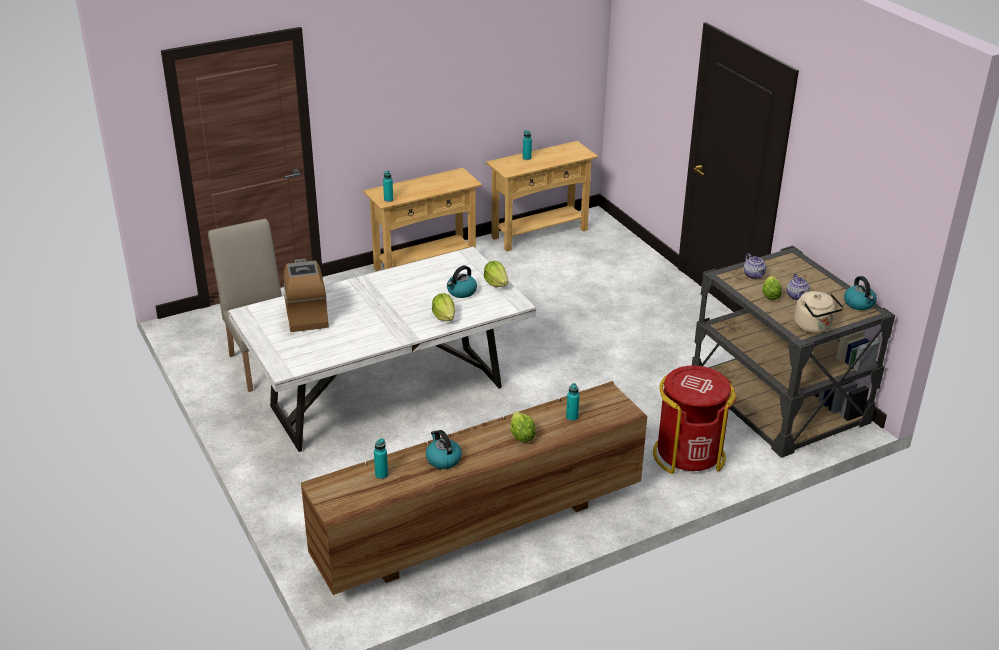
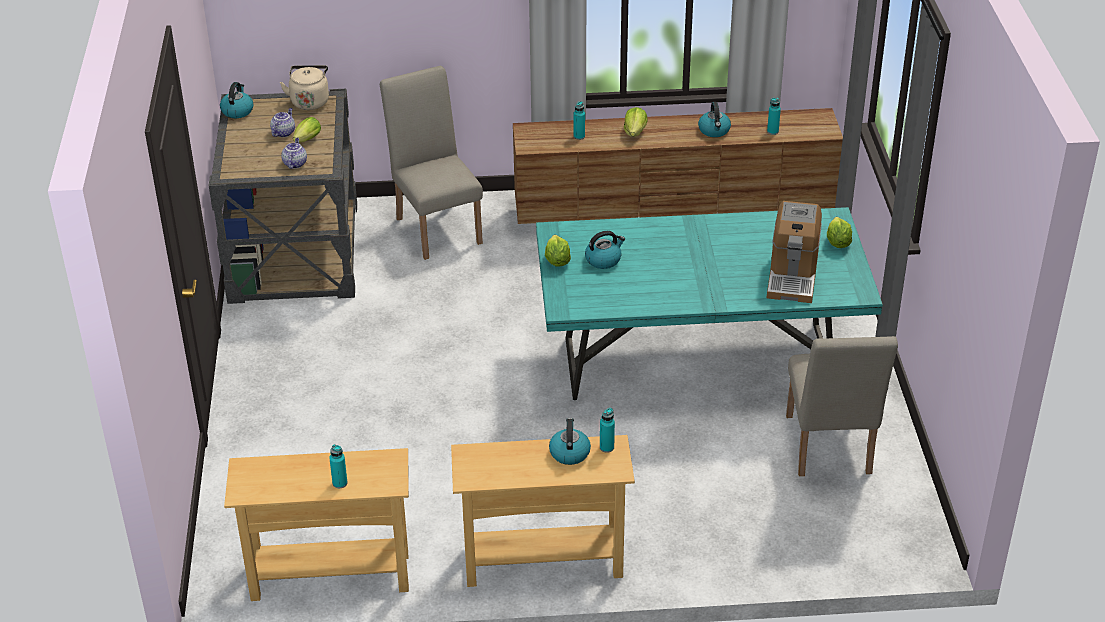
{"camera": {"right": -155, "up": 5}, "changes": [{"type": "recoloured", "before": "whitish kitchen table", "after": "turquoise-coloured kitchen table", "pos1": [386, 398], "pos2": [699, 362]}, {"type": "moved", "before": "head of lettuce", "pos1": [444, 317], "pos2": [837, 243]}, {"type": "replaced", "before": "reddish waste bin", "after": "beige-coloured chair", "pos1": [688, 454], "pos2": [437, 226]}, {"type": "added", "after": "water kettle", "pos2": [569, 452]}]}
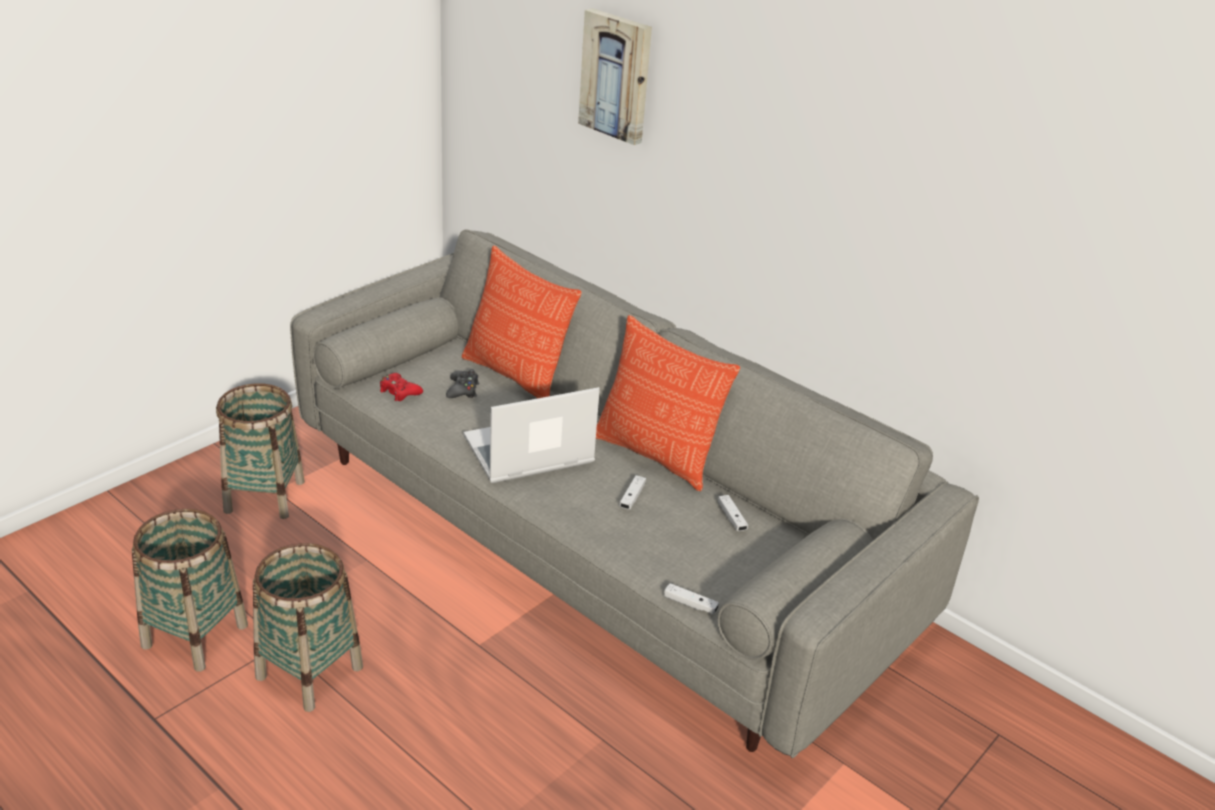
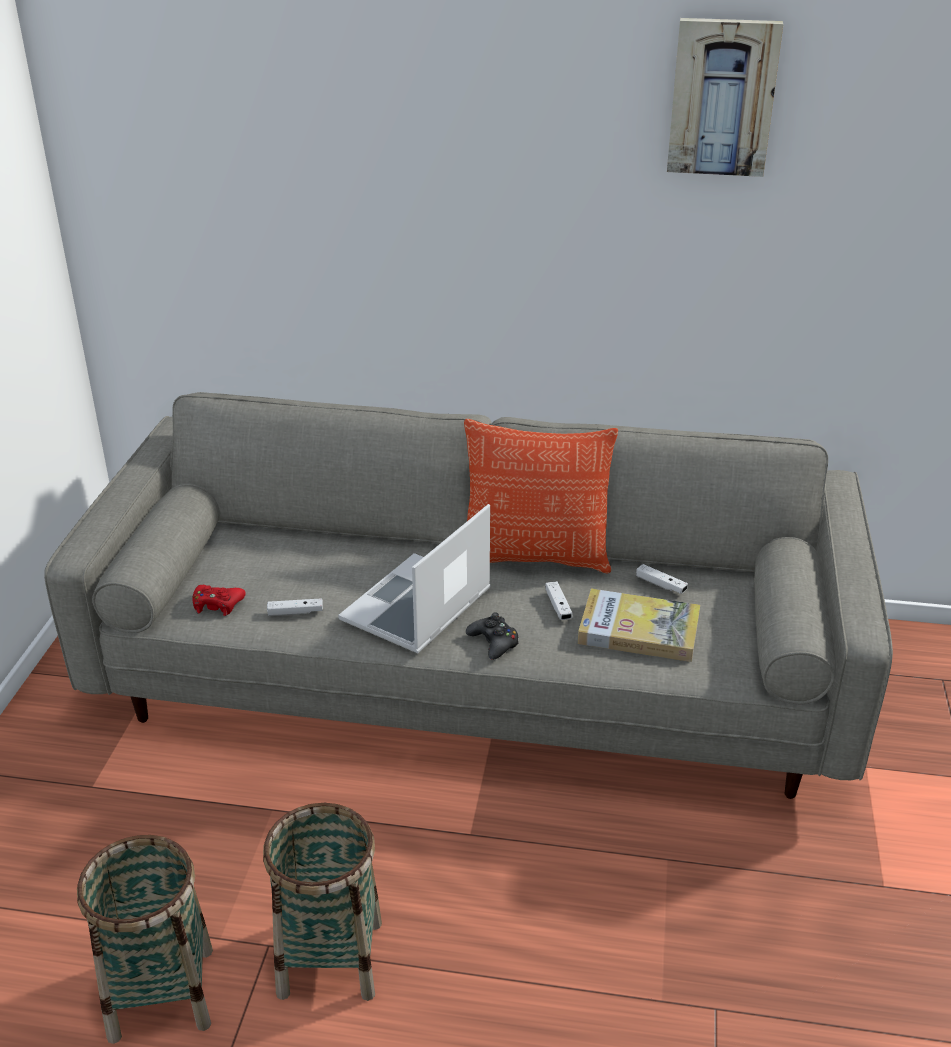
{"camera": {"right": -30, "up": 0}, "changes": [{"type": "removed", "before": "household basket", "pos1": [265, 496]}, {"type": "moved", "before": "black-coloured game controller", "pos1": [463, 390], "pos2": [494, 642]}, {"type": "removed", "before": "orangey pillow", "pos1": [516, 376]}, {"type": "moved", "before": "picture", "pos1": [617, 76], "pos2": [722, 97]}, {"type": "moved", "before": "whitish game controller", "pos1": [690, 604], "pos2": [295, 612]}, {"type": "added", "after": "bound book", "pos2": [639, 630]}]}
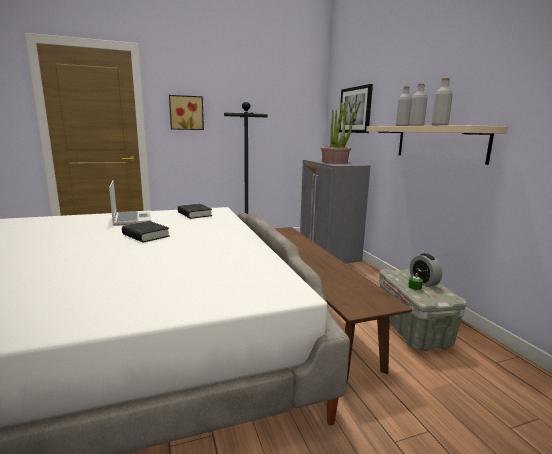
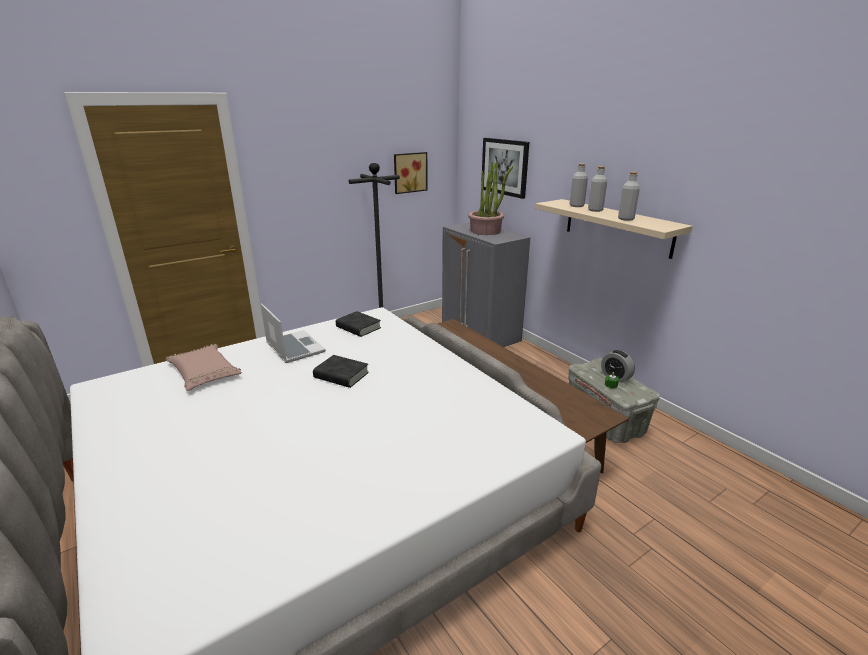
{"camera": {"right": -15, "up": 10}, "changes": [{"type": "moved", "before": "picture", "pos1": [186, 113], "pos2": [409, 172]}, {"type": "added", "after": "beige-coloured pillow", "pos2": [204, 371]}]}
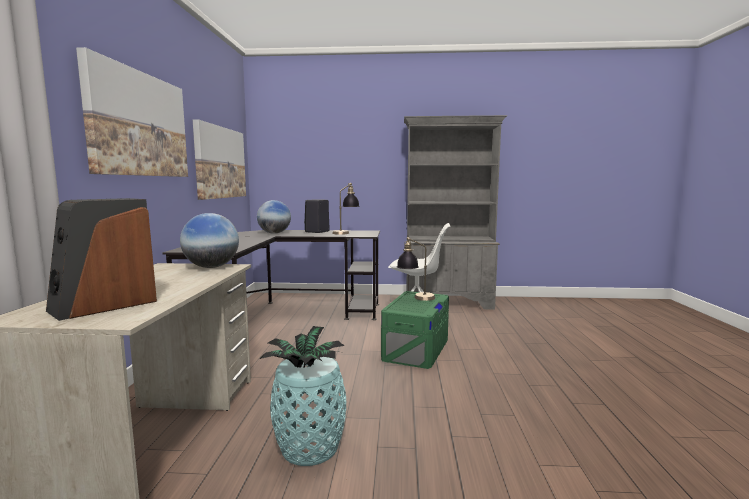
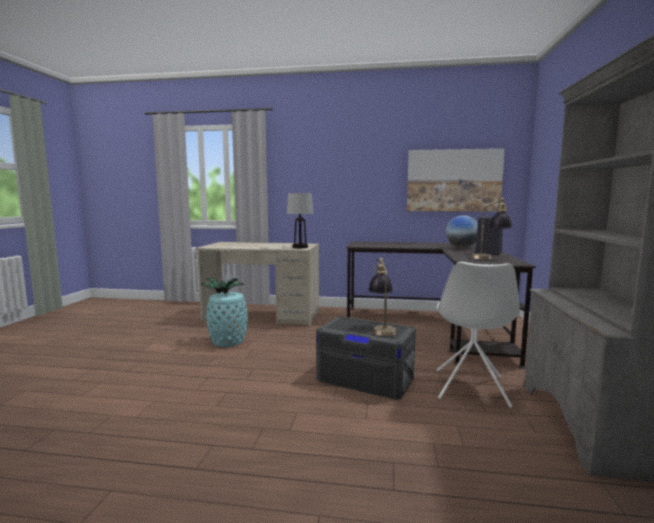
{"camera": {"right": 95, "up": 0}, "changes": [{"type": "removed", "before": "loudspeaker", "pos1": [104, 305]}, {"type": "removed", "before": "picture", "pos1": [139, 124]}, {"type": "replaced", "before": "globe", "after": "lamp for a table", "pos1": [211, 267], "pos2": [300, 247]}, {"type": "recoloured", "before": "green-coloured storage container", "after": "grey storage container", "pos1": [416, 349], "pos2": [365, 378]}]}
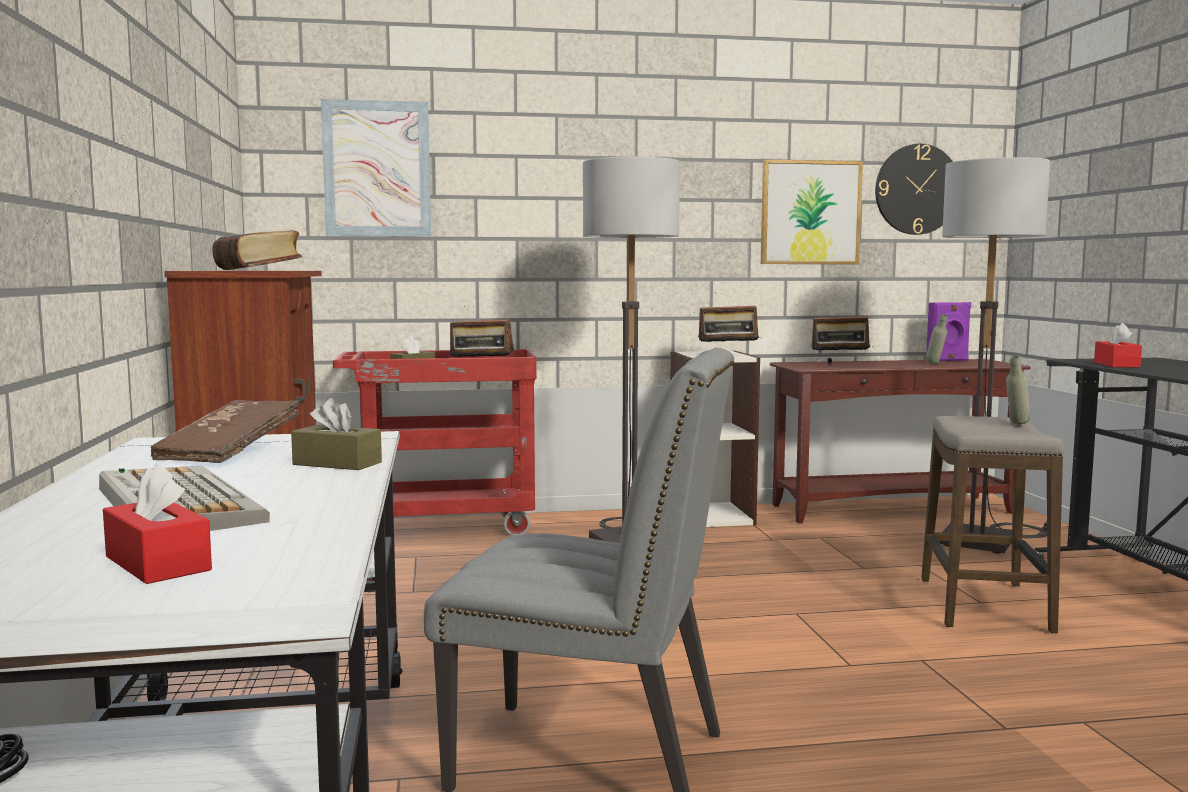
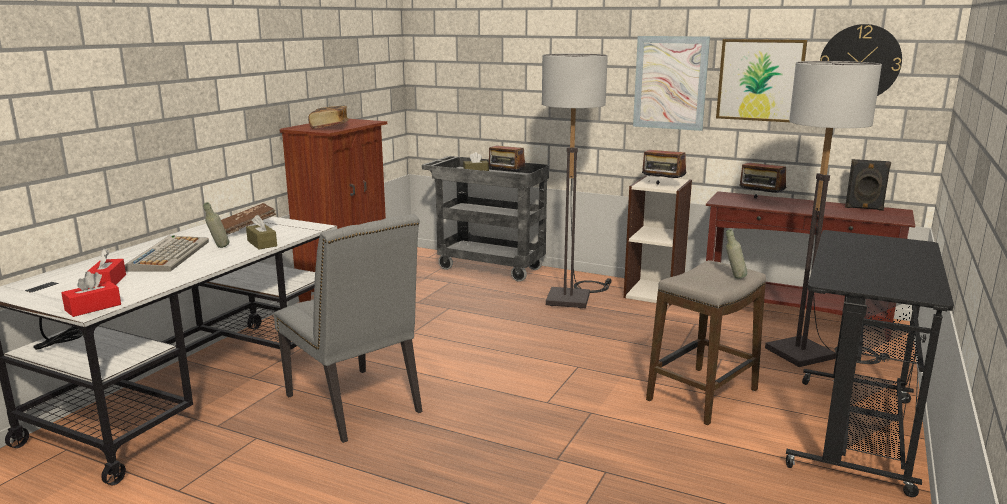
{"camera": {"right": 35, "up": 10}, "changes": [{"type": "moved", "before": "picture", "pos1": [377, 169], "pos2": [670, 83]}, {"type": "recoloured", "before": "reddish wheeled cart", "after": "black-coloured wheeled cart", "pos1": [440, 530], "pos2": [486, 269]}, {"type": "moved", "before": "grey bottle", "pos1": [935, 364], "pos2": [218, 248]}, {"type": "recoloured", "before": "purplish loudspeaker", "after": "black-coloured loudspeaker", "pos1": [948, 361], "pos2": [864, 208]}, {"type": "moved", "before": "reddish tissue box", "pos1": [1116, 364], "pos2": [93, 307]}]}
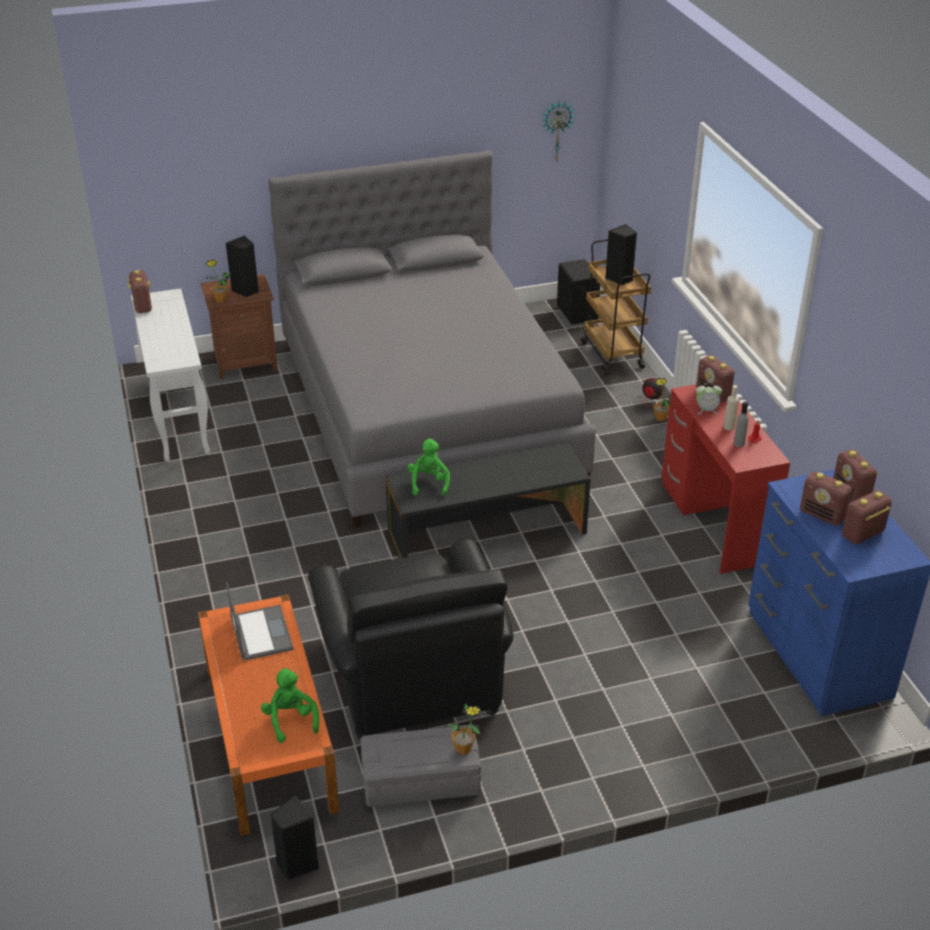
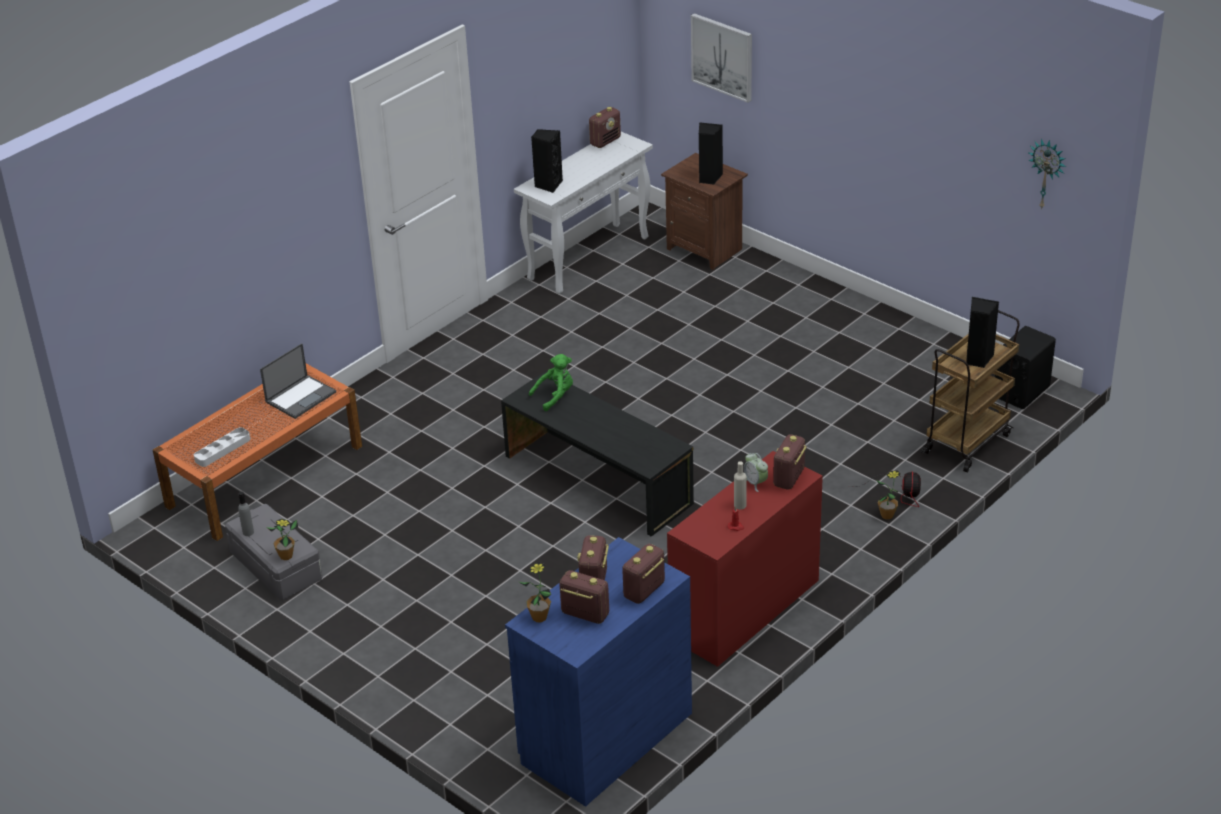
{"camera": {"right": 60, "up": 0}, "changes": [{"type": "moved", "before": "houseplant", "pos1": [220, 300], "pos2": [539, 617]}, {"type": "replaced", "before": "green-coloured soft toy", "after": "whitish tray", "pos1": [290, 720], "pos2": [222, 450]}, {"type": "removed", "before": "grey bed", "pos1": [427, 408]}, {"type": "moved", "before": "black-coloured loudspeaker", "pos1": [296, 864], "pos2": [548, 185]}, {"type": "removed", "before": "black-coloured armchair", "pos1": [410, 674]}, {"type": "moved", "before": "grey bottle", "pos1": [739, 443], "pos2": [248, 532]}, {"type": "added", "after": "picture", "pos2": [722, 57]}]}
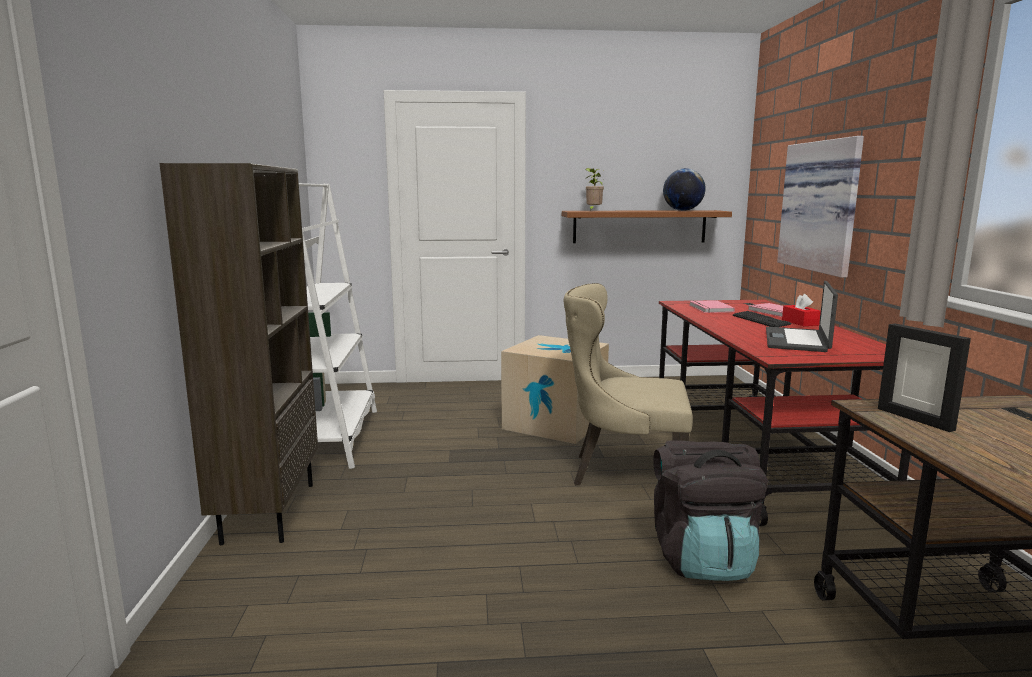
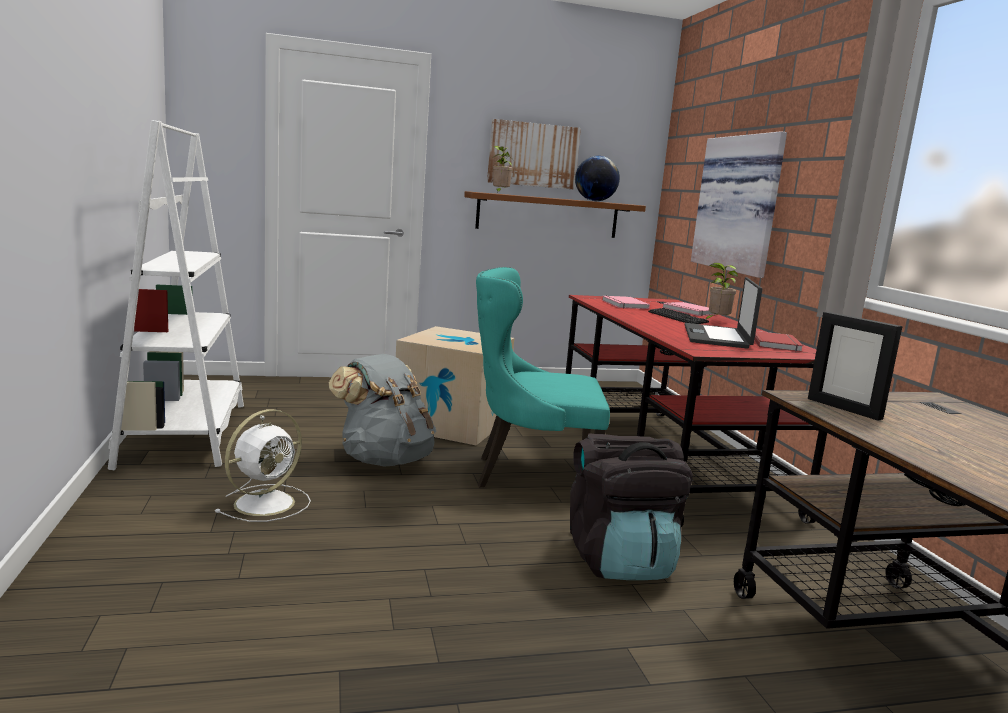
{"camera": {"right": -10, "up": 0}, "changes": [{"type": "removed", "before": "brown shelving unit", "pos1": [268, 512]}, {"type": "recoloured", "before": "beige-coloured chair", "after": "turquoise-coloured chair", "pos1": [623, 473], "pos2": [530, 475]}, {"type": "replaced", "before": "reddish tissue box", "after": "houseplant", "pos1": [800, 322], "pos2": [716, 321]}, {"type": "added", "after": "whitish electric fan", "pos2": [267, 502]}, {"type": "added", "after": "grey backpack", "pos2": [384, 459]}, {"type": "added", "after": "picture", "pos2": [533, 155]}, {"type": "added", "after": "reddish bound book", "pos2": [777, 344]}]}
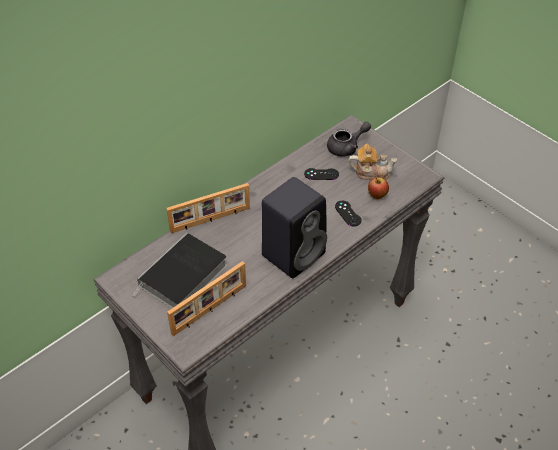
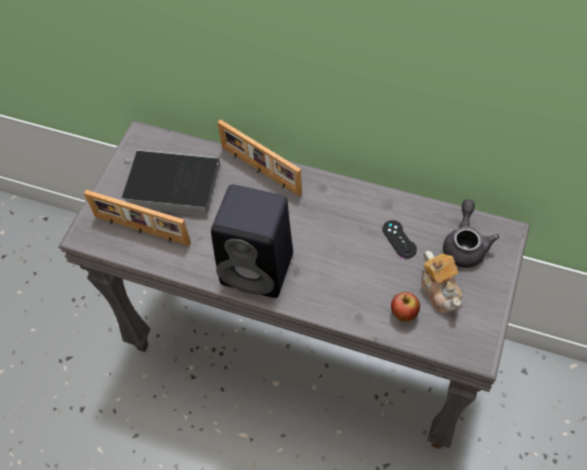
{"camera": {"right": 65, "up": 10}, "changes": [{"type": "turned", "before": "grey pot for tea", "pos1": [347, 147], "pos2": [465, 245], "turn": -120}, {"type": "removed", "before": "black-coloured game controller", "pos1": [348, 213]}]}
